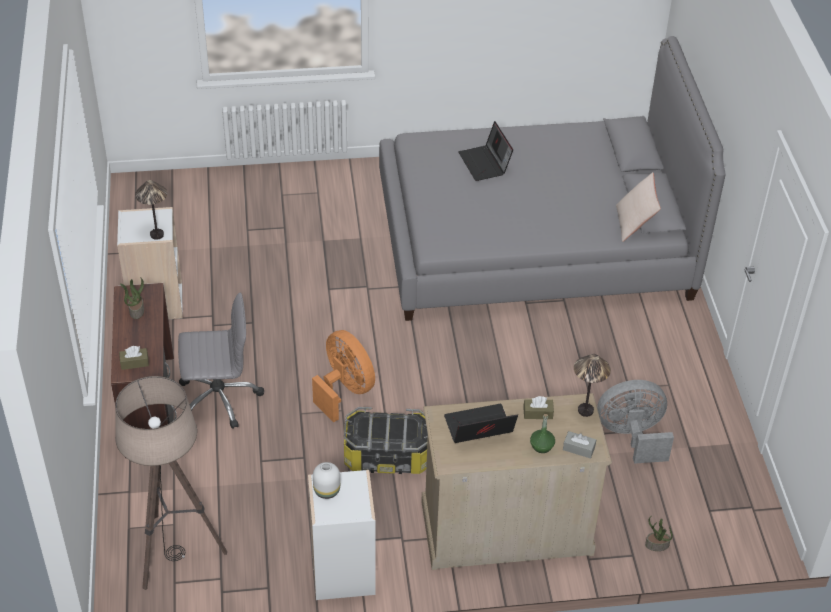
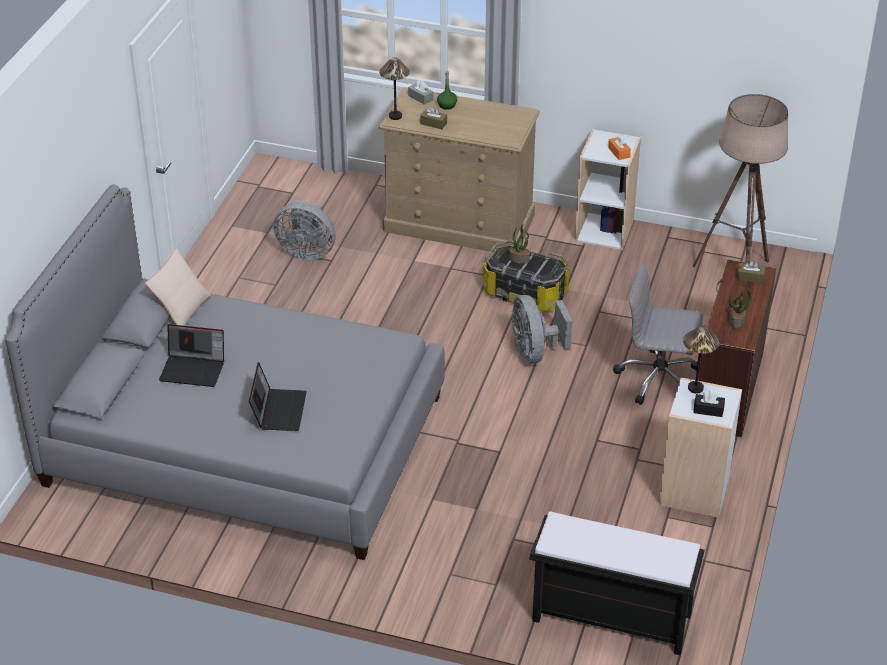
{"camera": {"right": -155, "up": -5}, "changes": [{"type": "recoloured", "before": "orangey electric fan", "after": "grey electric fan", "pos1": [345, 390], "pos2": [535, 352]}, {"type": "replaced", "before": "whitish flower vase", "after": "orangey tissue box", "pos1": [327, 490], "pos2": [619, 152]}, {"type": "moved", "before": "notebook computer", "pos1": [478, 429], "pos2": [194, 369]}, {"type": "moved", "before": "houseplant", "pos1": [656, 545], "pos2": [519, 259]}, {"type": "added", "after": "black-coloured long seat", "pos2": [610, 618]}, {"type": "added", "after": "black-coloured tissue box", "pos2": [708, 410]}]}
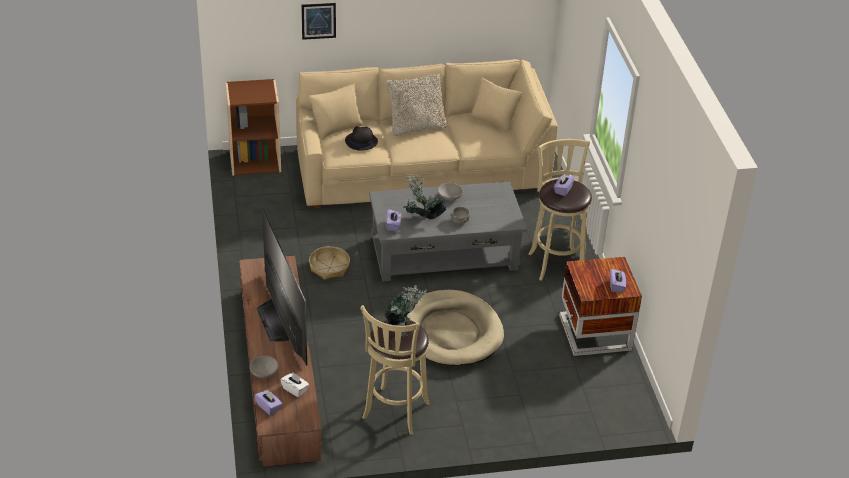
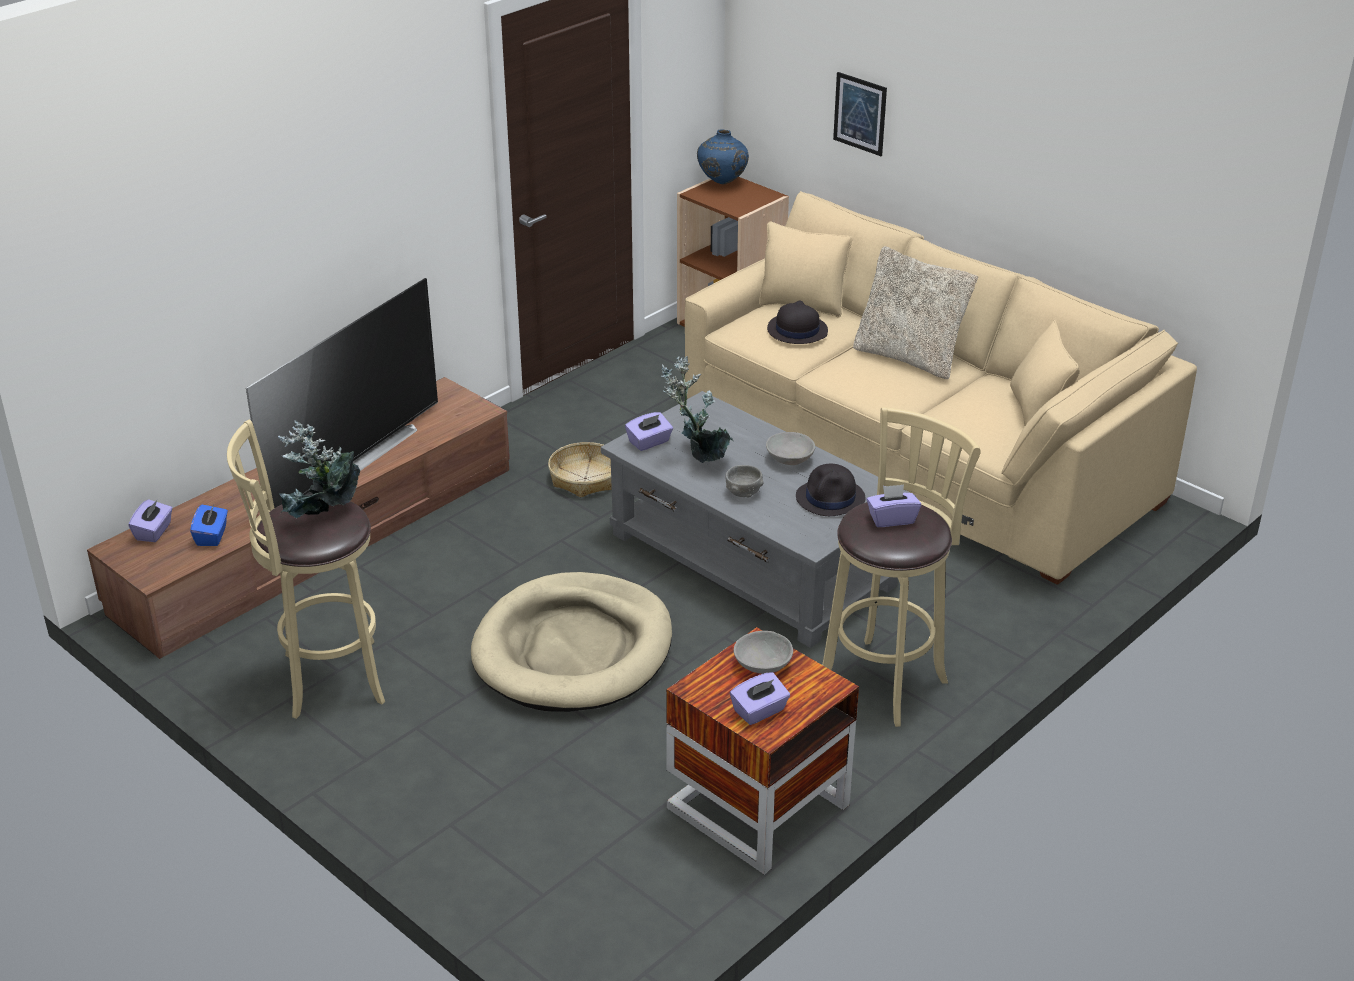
{"camera": {"right": 55, "up": -5}, "changes": [{"type": "moved", "before": "grey serving bowl", "pos1": [264, 372], "pos2": [763, 665]}, {"type": "recoloured", "before": "whitish tissue box", "after": "blue-coloured tissue box", "pos1": [295, 389], "pos2": [212, 536]}, {"type": "added", "after": "blue-coloured flower vase", "pos2": [722, 183]}, {"type": "added", "after": "black-coloured wearable hat", "pos2": [831, 498]}]}
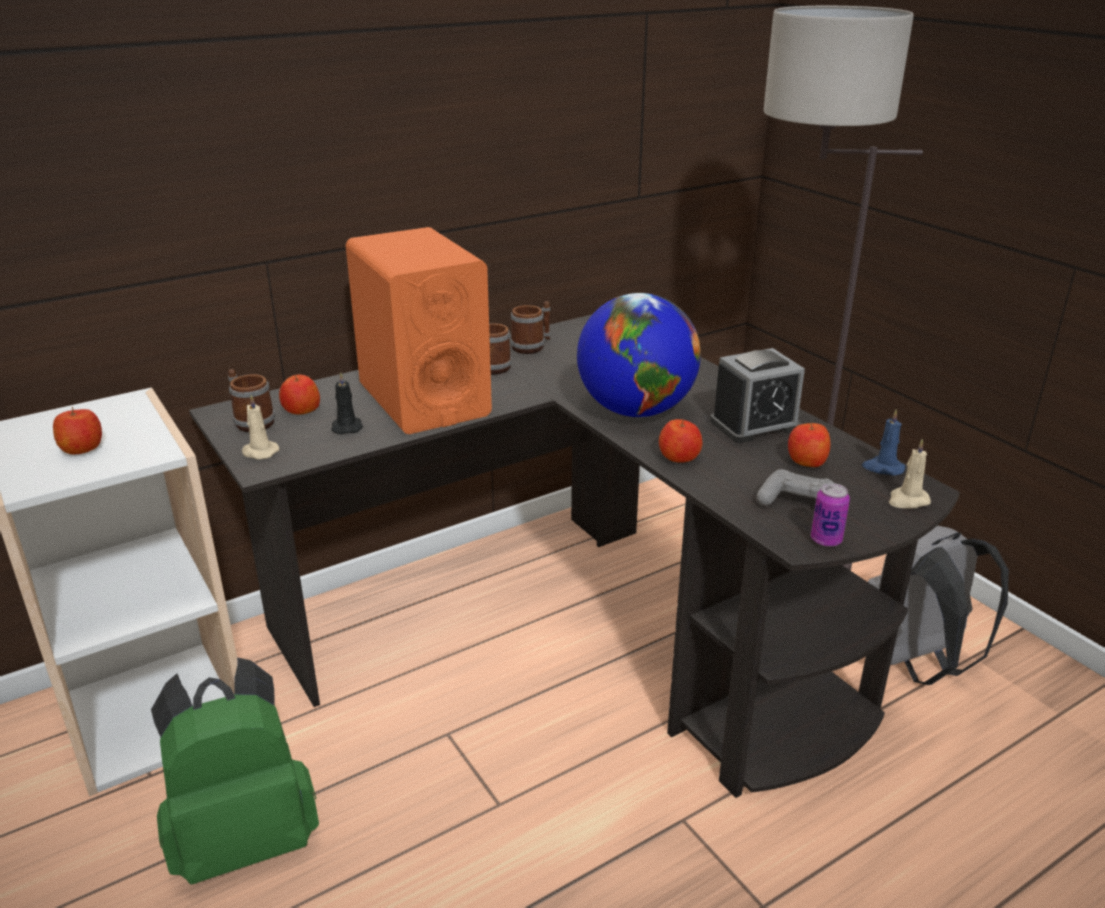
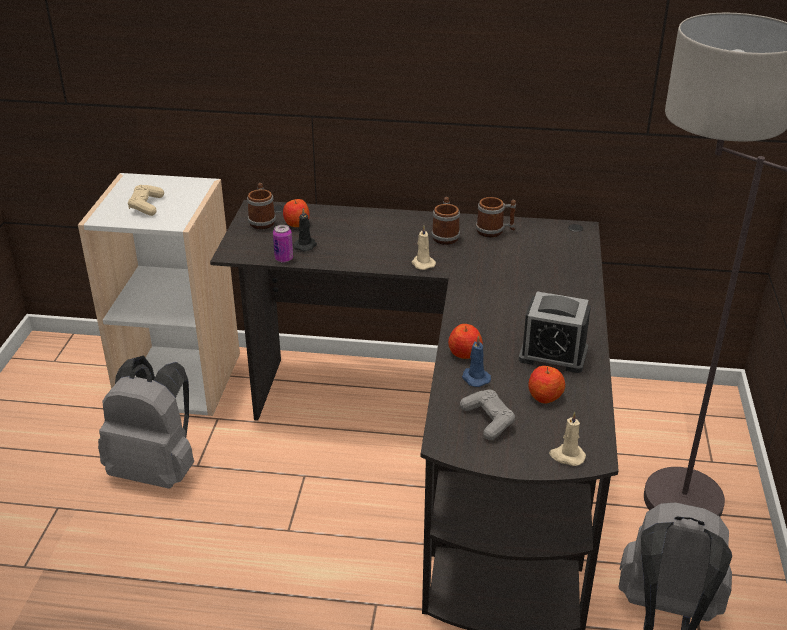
{"camera": {"right": 40, "up": 5}, "changes": [{"type": "replaced", "before": "apple", "after": "beige-coloured game controller", "pos1": [82, 448], "pos2": [146, 206]}, {"type": "recoloured", "before": "green-coloured backpack", "after": "grey backpack", "pos1": [245, 838], "pos2": [157, 470]}, {"type": "moved", "before": "beige-coloured candle", "pos1": [259, 452], "pos2": [422, 263]}, {"type": "removed", "before": "orangey loudspeaker", "pos1": [423, 400]}, {"type": "removed", "before": "globe", "pos1": [635, 410]}, {"type": "moved", "before": "can", "pos1": [826, 540], "pos2": [284, 258]}, {"type": "moved", "before": "blue-coloured candle", "pos1": [882, 468], "pos2": [475, 378]}]}
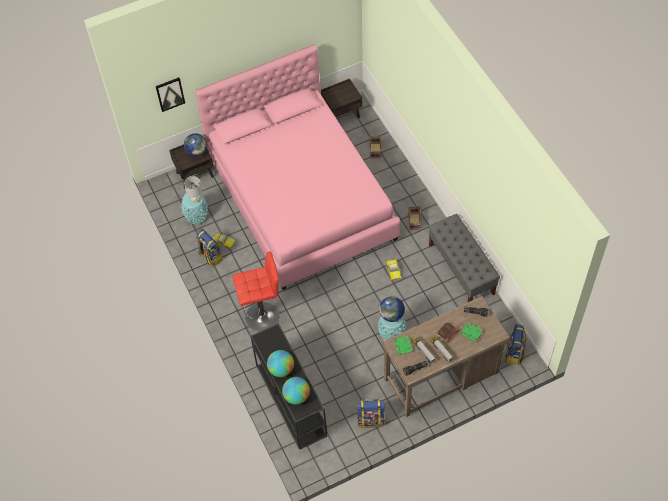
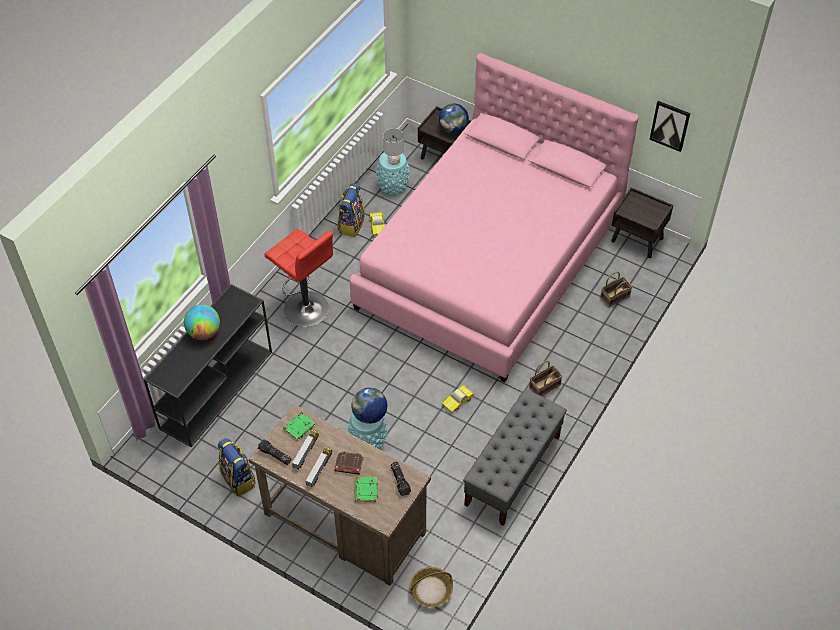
{"camera": {"right": 55, "up": -5}, "changes": [{"type": "moved", "before": "picture", "pos1": [170, 94], "pos2": [670, 125]}, {"type": "removed", "before": "globe", "pos1": [296, 396]}, {"type": "replaced", "before": "backpack", "after": "household basket", "pos1": [514, 353], "pos2": [430, 590]}]}
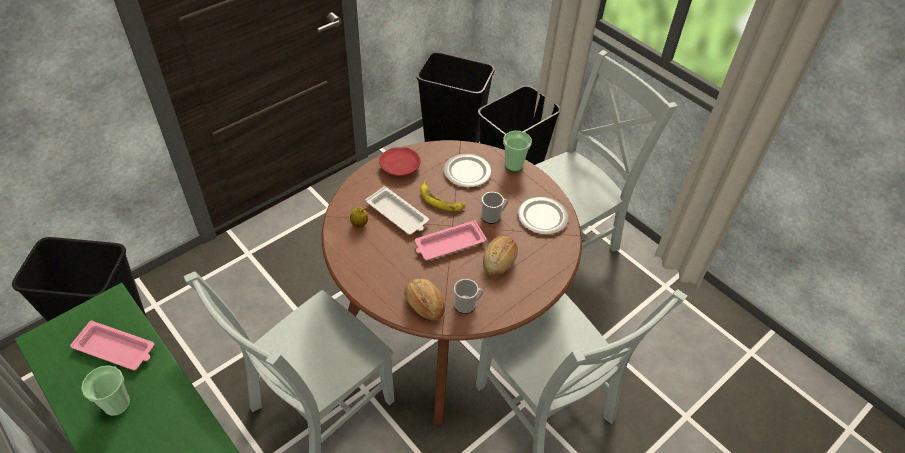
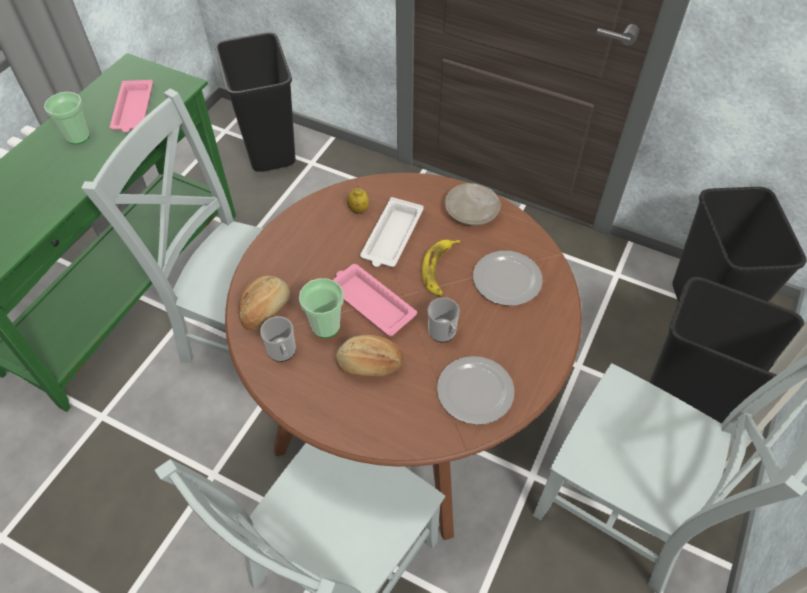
{"camera": {"right": 70, "up": 5}, "changes": [{"type": "recoloured", "before": "reddish plate", "after": "beige-coloured plate", "pos1": [400, 166], "pos2": [472, 211]}, {"type": "moved", "before": "small cup", "pos1": [514, 165], "pos2": [325, 326]}]}
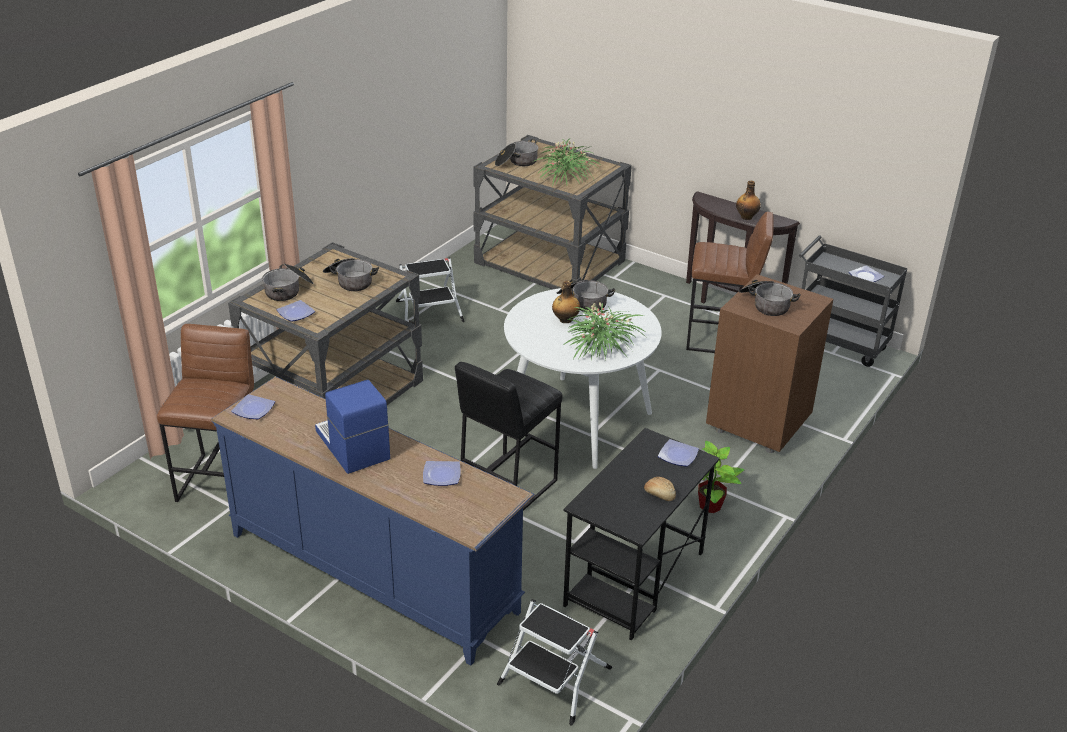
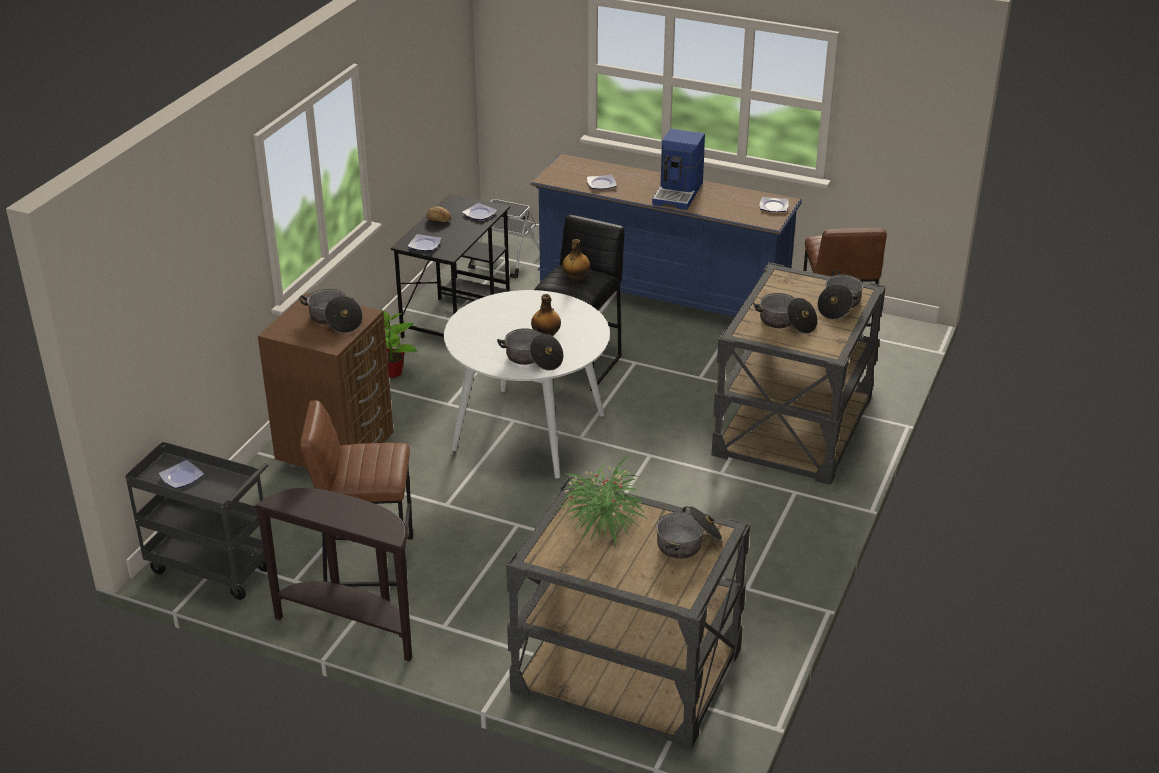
{"camera": {"right": 170, "up": 0}, "changes": [{"type": "moved", "before": "plate", "pos1": [296, 313], "pos2": [479, 214]}, {"type": "turned", "before": "coffee maker", "pos1": [352, 446], "pos2": [679, 193], "turn": 60}, {"type": "removed", "before": "step ladder", "pos1": [428, 312]}, {"type": "removed", "before": "houseplant", "pos1": [600, 348]}, {"type": "moved", "before": "bottle", "pos1": [746, 217], "pos2": [575, 279]}]}
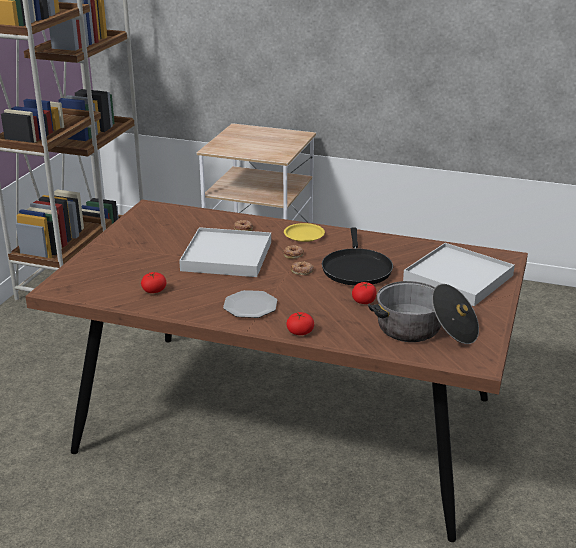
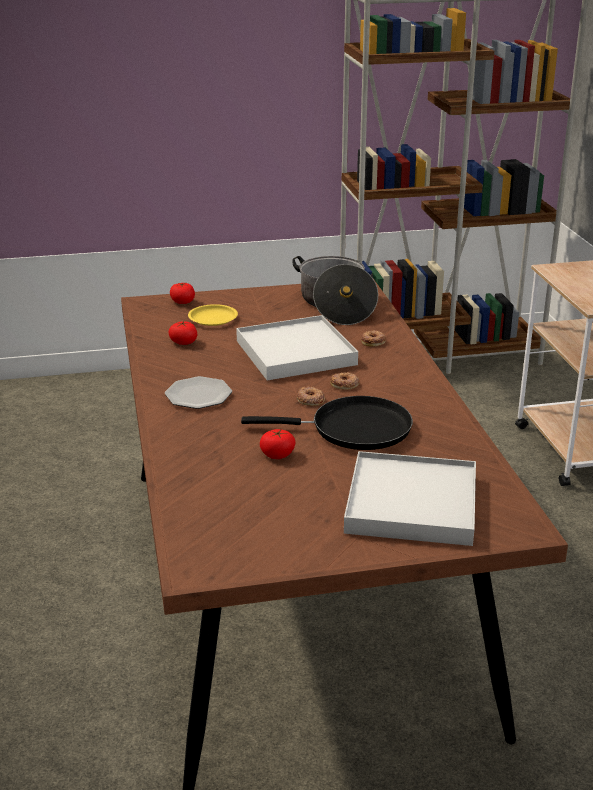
{"camera": {"right": 60, "up": 0}, "changes": [{"type": "moved", "before": "yellow-coloured plate", "pos1": [304, 235], "pos2": [213, 318]}, {"type": "moved", "before": "tomato", "pos1": [300, 332], "pos2": [182, 302]}, {"type": "turned", "before": "black-coloured pan", "pos1": [356, 269], "pos2": [353, 429], "turn": -150}, {"type": "moved", "before": "stockpot", "pos1": [424, 330], "pos2": [335, 305]}]}
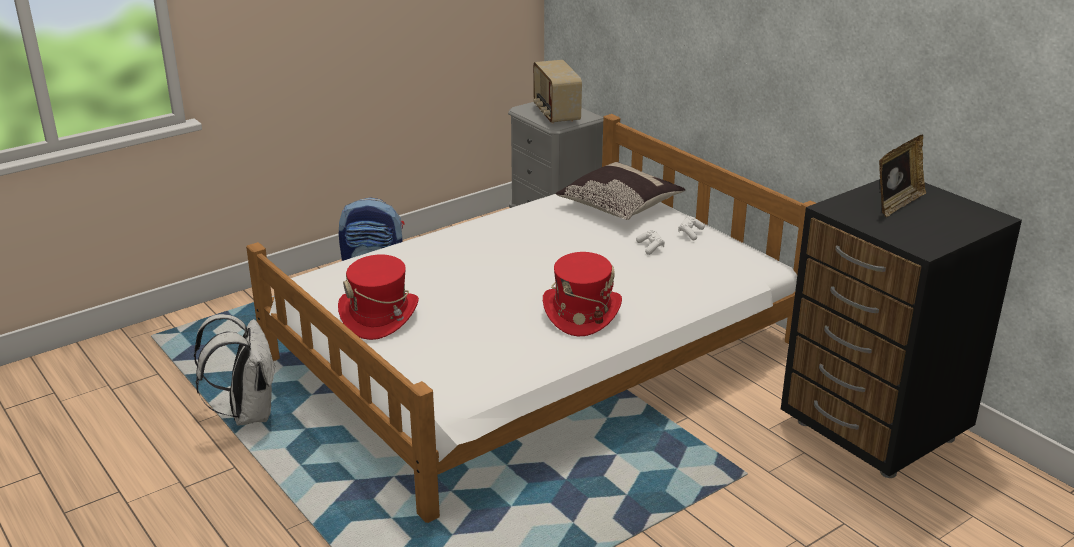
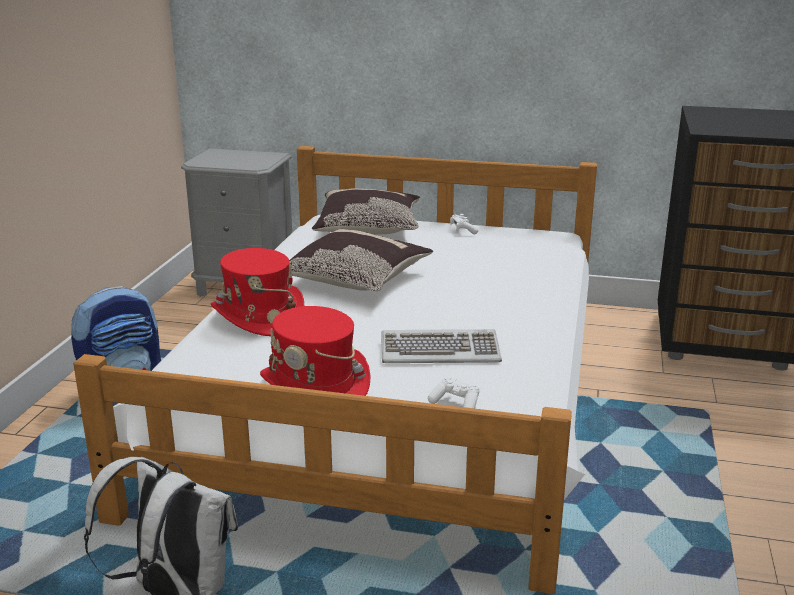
{"camera": {"right": -40, "up": -5}, "changes": [{"type": "removed", "before": "radio", "pos1": [555, 114]}, {"type": "moved", "before": "reddish wearable hat", "pos1": [581, 313], "pos2": [258, 316]}, {"type": "moved", "before": "whitish game controller", "pos1": [650, 247], "pos2": [456, 404]}, {"type": "removed", "before": "picture frame", "pos1": [897, 204]}, {"type": "added", "after": "pillow", "pos2": [356, 279]}, {"type": "added", "after": "keyboard", "pos2": [440, 351]}]}
